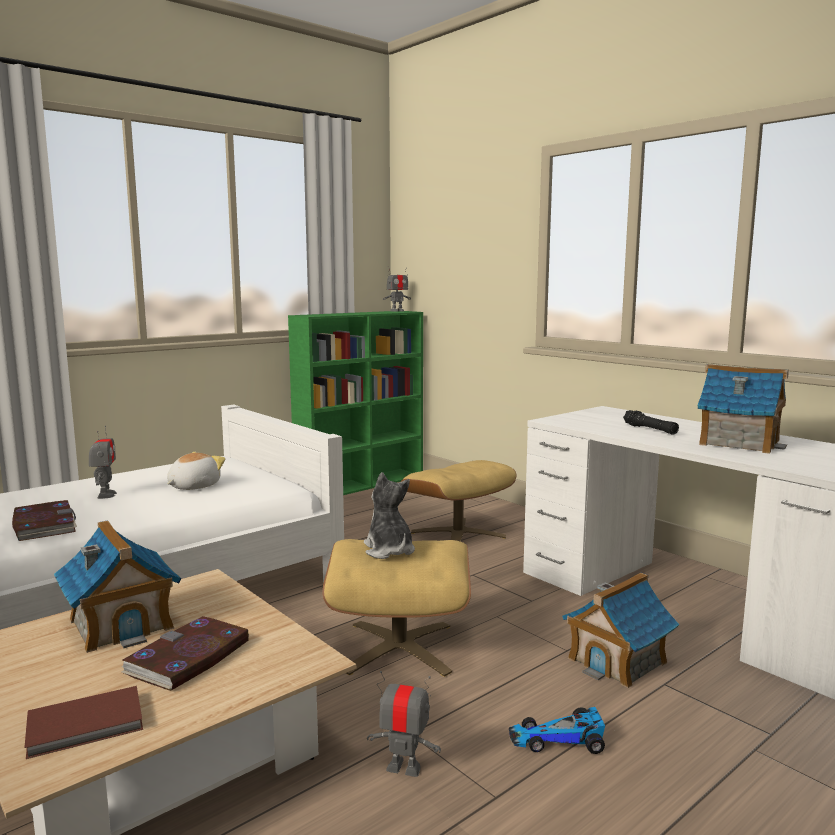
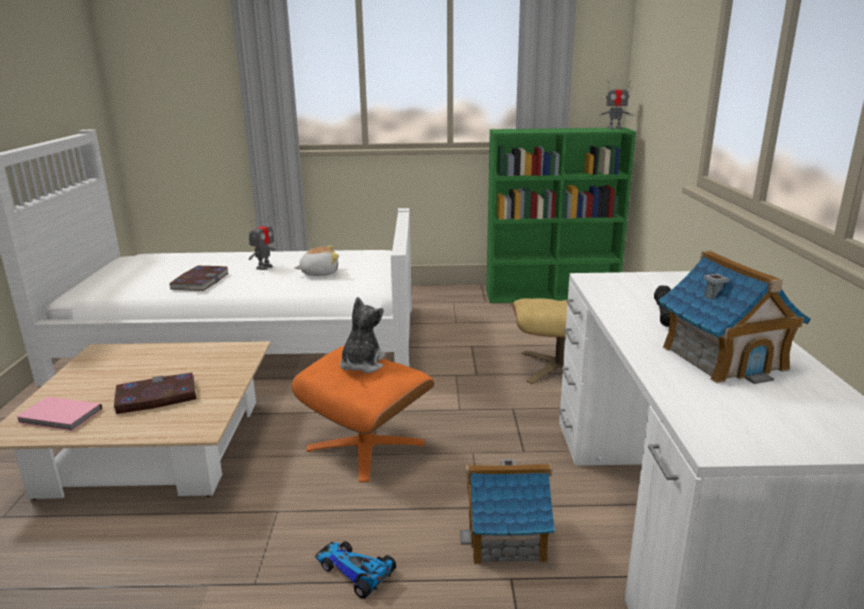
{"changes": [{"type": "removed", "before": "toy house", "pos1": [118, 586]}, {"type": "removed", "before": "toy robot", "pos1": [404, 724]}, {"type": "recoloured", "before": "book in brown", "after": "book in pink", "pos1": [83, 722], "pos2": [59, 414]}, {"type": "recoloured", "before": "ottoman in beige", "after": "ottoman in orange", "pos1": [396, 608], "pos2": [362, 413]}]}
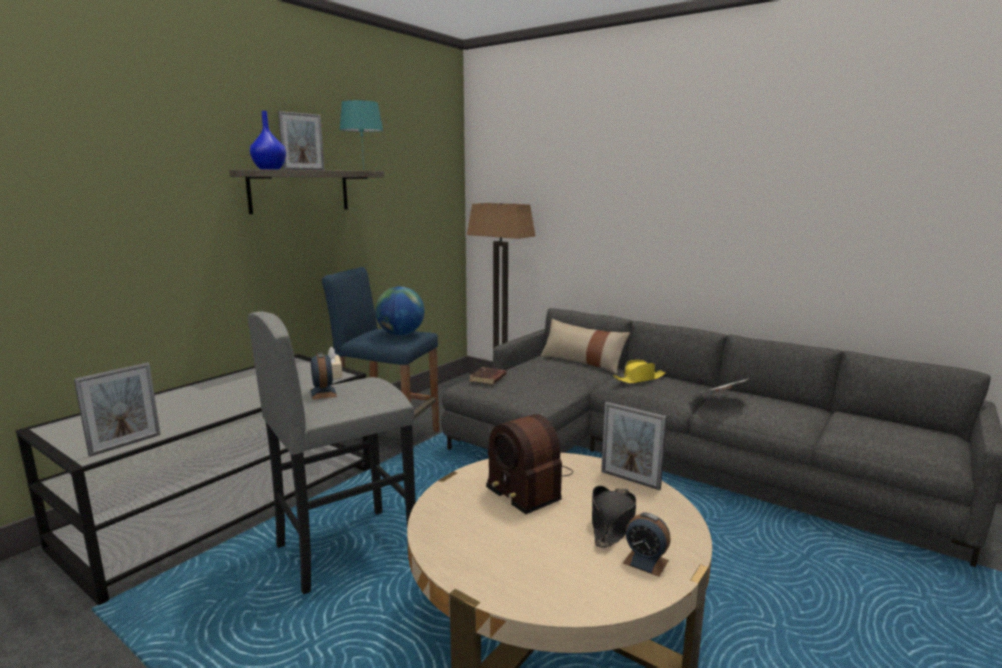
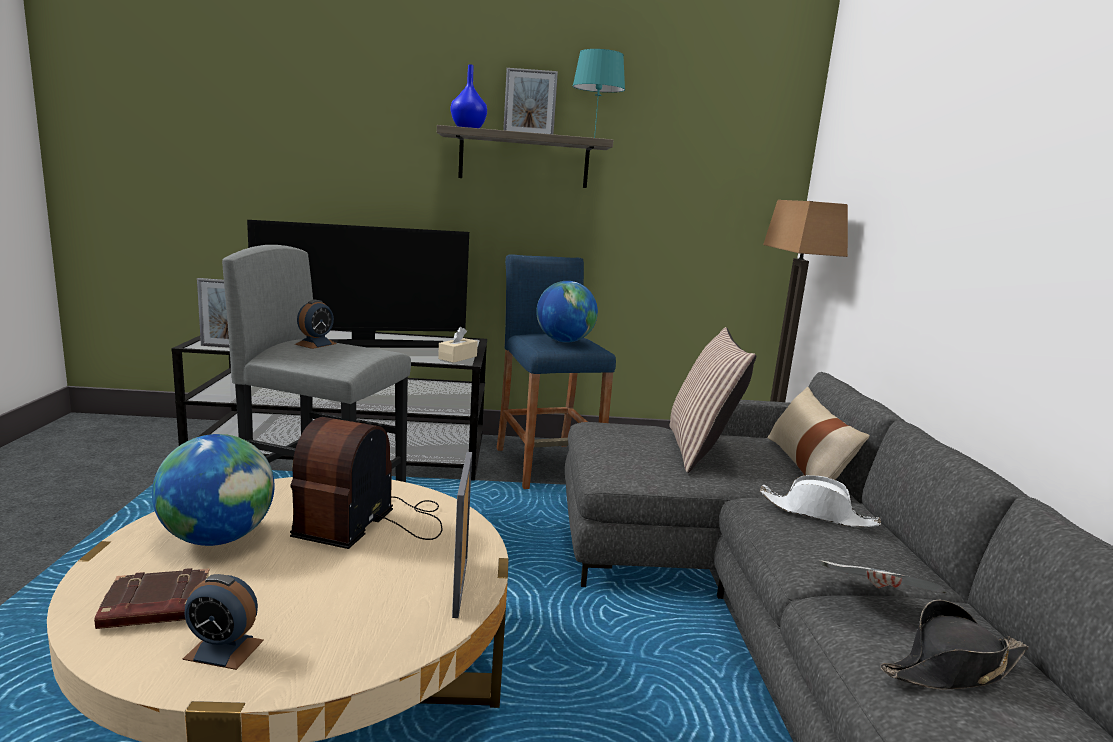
{"changes": [{"type": "added", "after": "globe", "pos2": [213, 490]}, {"type": "added", "after": "television", "pos2": [358, 284]}, {"type": "added", "after": "pillow", "pos2": [712, 400]}, {"type": "moved", "before": "book in brown", "pos1": [487, 376], "pos2": [152, 598]}, {"type": "moved", "before": "hat in black", "pos1": [614, 517], "pos2": [954, 644]}, {"type": "recoloured", "before": "hat in yellow", "after": "hat in white", "pos1": [639, 372], "pos2": [820, 501]}, {"type": "turned", "before": "alarm clock", "pos1": [647, 544], "pos2": [223, 622], "turn": -75}]}
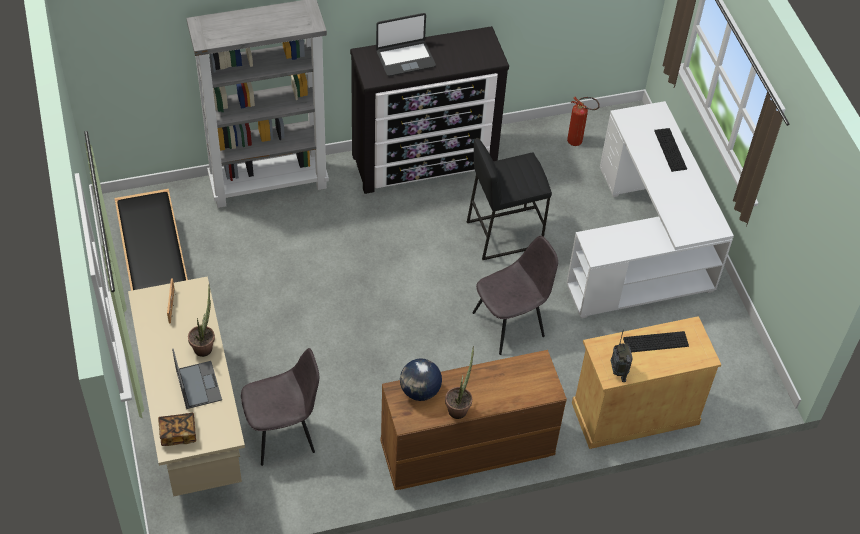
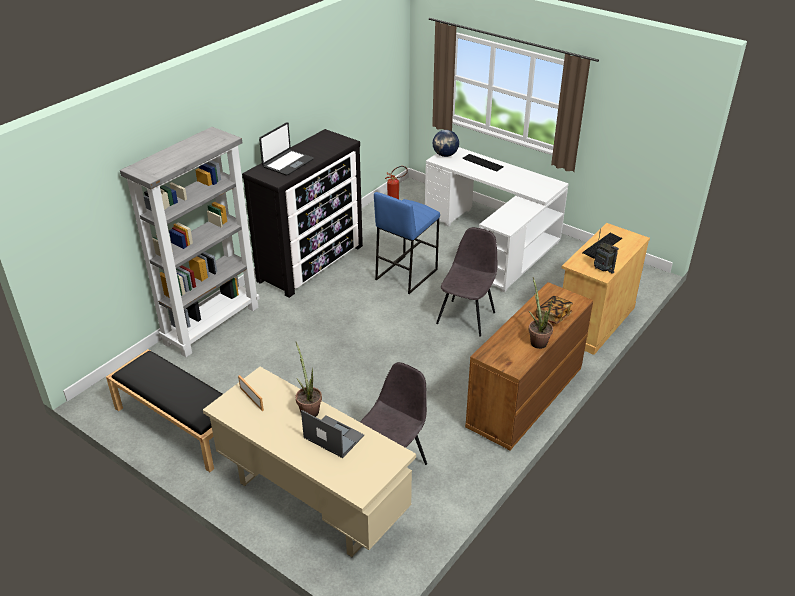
{"changes": [{"type": "moved", "before": "book", "pos1": [177, 429], "pos2": [554, 310]}, {"type": "moved", "before": "globe", "pos1": [421, 380], "pos2": [446, 143]}, {"type": "recoloured", "before": "stool in black", "after": "stool in blue", "pos1": [509, 199], "pos2": [407, 243]}]}
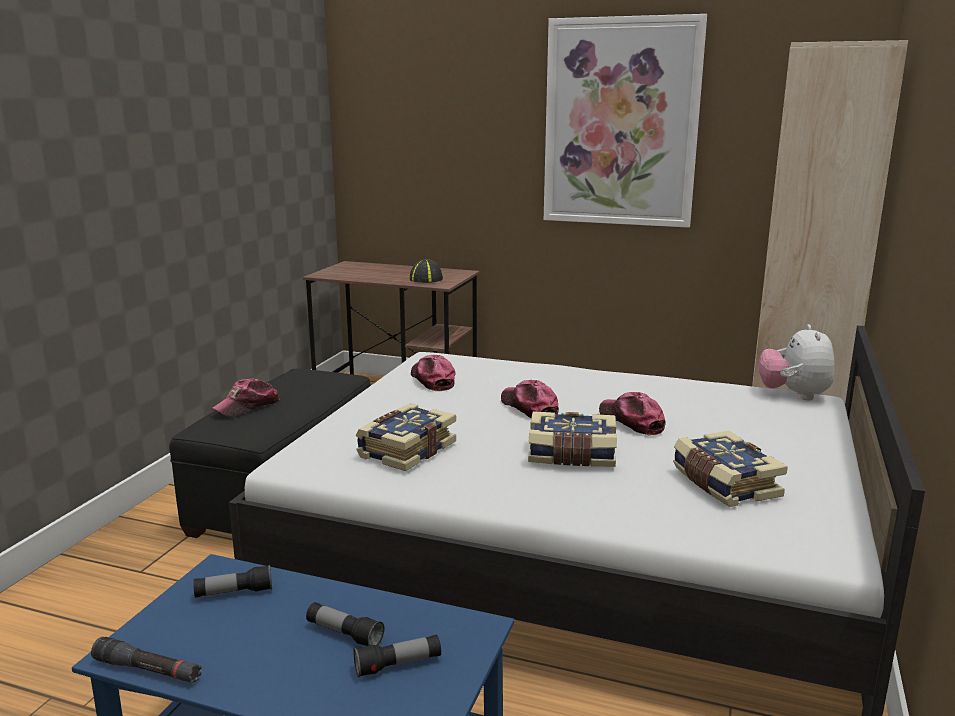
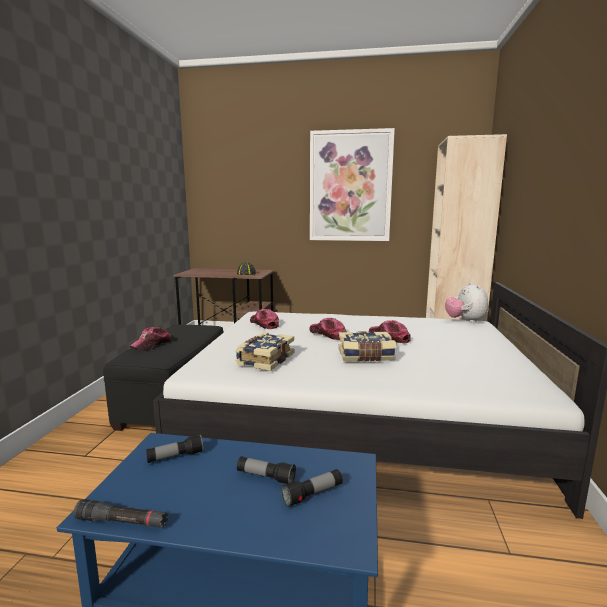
{"changes": [{"type": "removed", "before": "book", "pos1": [730, 469]}]}
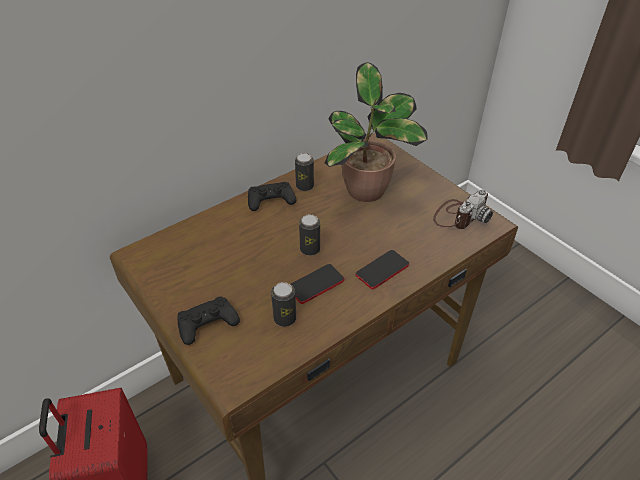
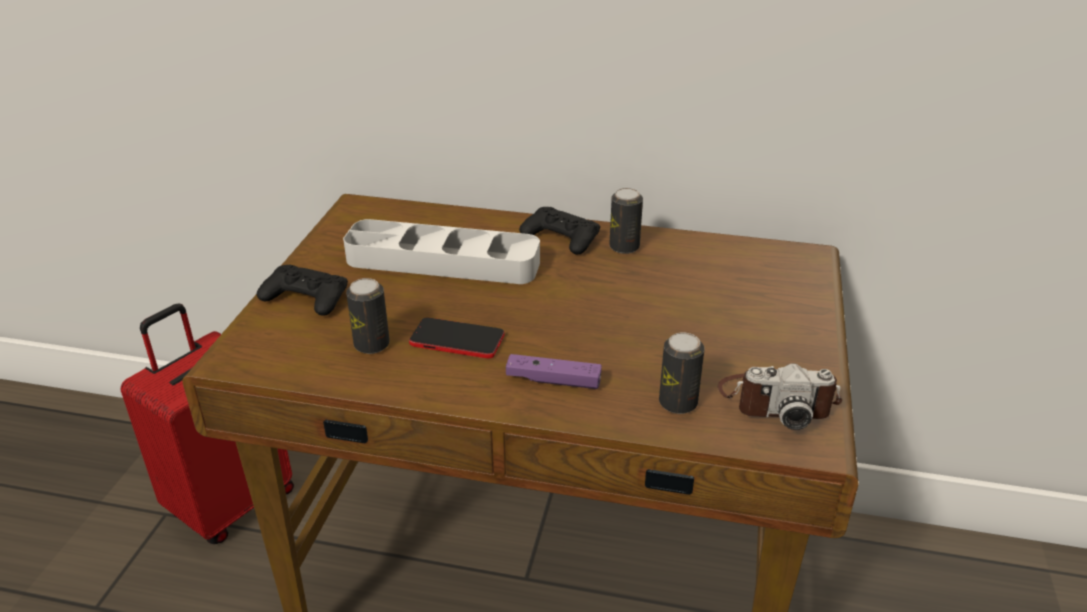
{"changes": [{"type": "removed", "before": "potted plant", "pos1": [376, 132]}, {"type": "added", "after": "tray in grey", "pos2": [441, 251]}, {"type": "moved", "before": "can", "pos1": [309, 235], "pos2": [682, 373]}, {"type": "replaced", "before": "phone", "after": "game controller in purple", "pos1": [382, 269], "pos2": [554, 371]}]}
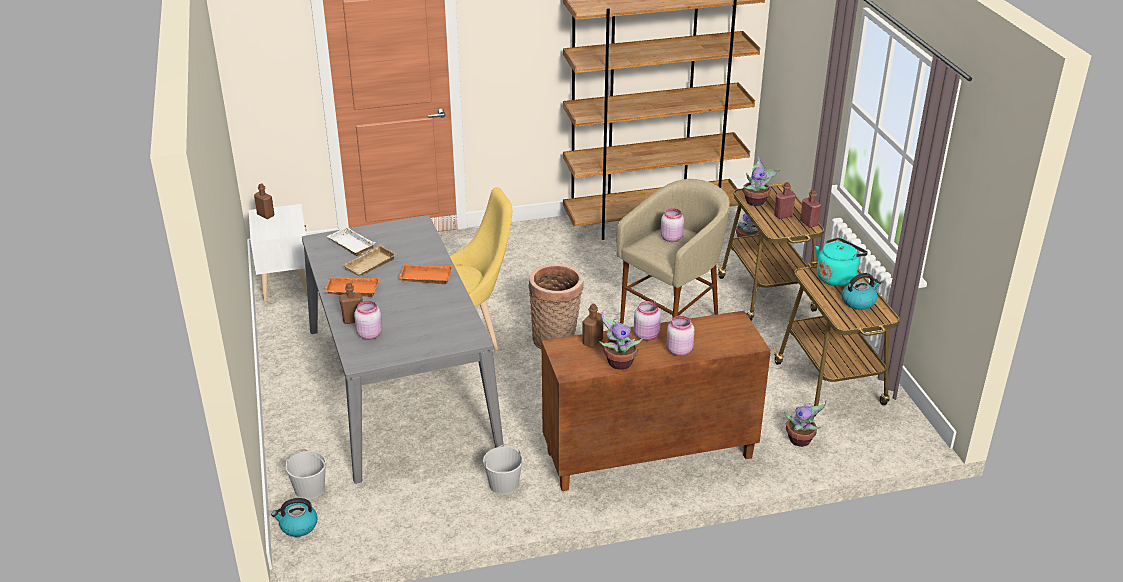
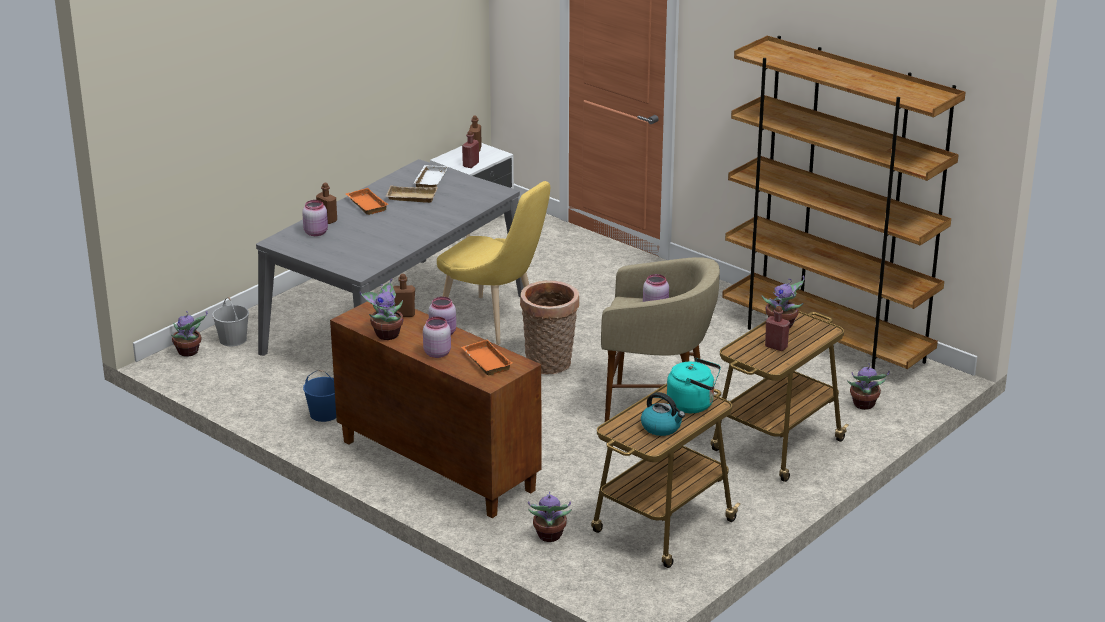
{"changes": [{"type": "moved", "before": "tray in orange", "pos1": [426, 274], "pos2": [487, 357]}, {"type": "moved", "before": "bottle in red", "pos1": [810, 208], "pos2": [470, 149]}, {"type": "replaced", "before": "kettle", "after": "potted plant", "pos1": [294, 517], "pos2": [189, 334]}, {"type": "recoloured", "before": "bucket in white", "after": "bucket in blue", "pos1": [503, 469], "pos2": [319, 396]}]}
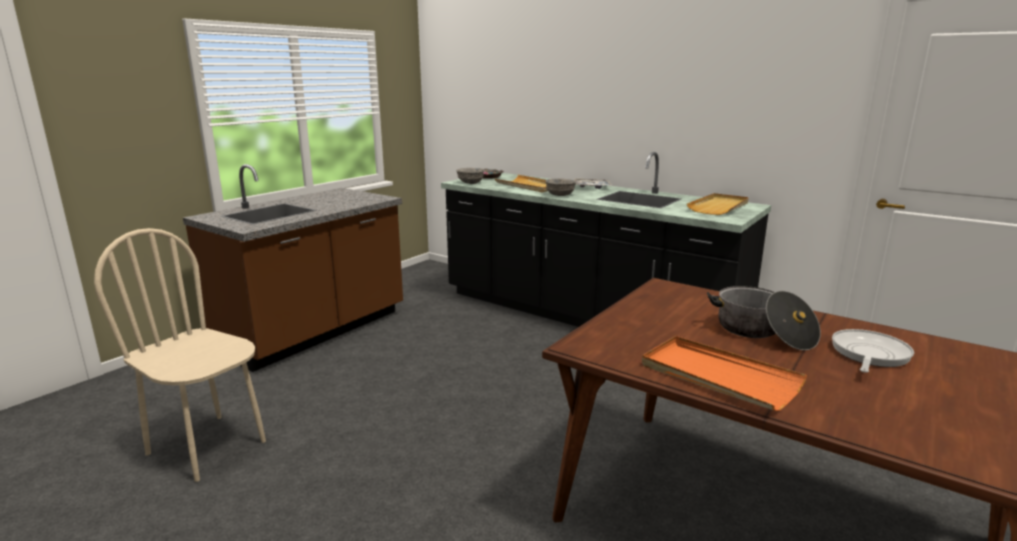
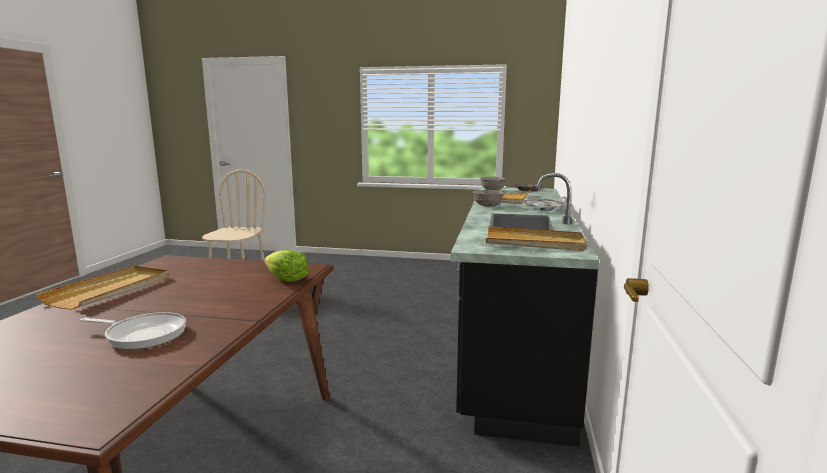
{"changes": [{"type": "removed", "before": "counter in brown", "pos1": [293, 268]}, {"type": "removed", "before": "cooking pot", "pos1": [764, 318]}, {"type": "added", "after": "lettuce", "pos2": [286, 266]}, {"type": "recoloured", "before": "tray in orange", "after": "tray in beige", "pos1": [724, 373], "pos2": [102, 288]}]}
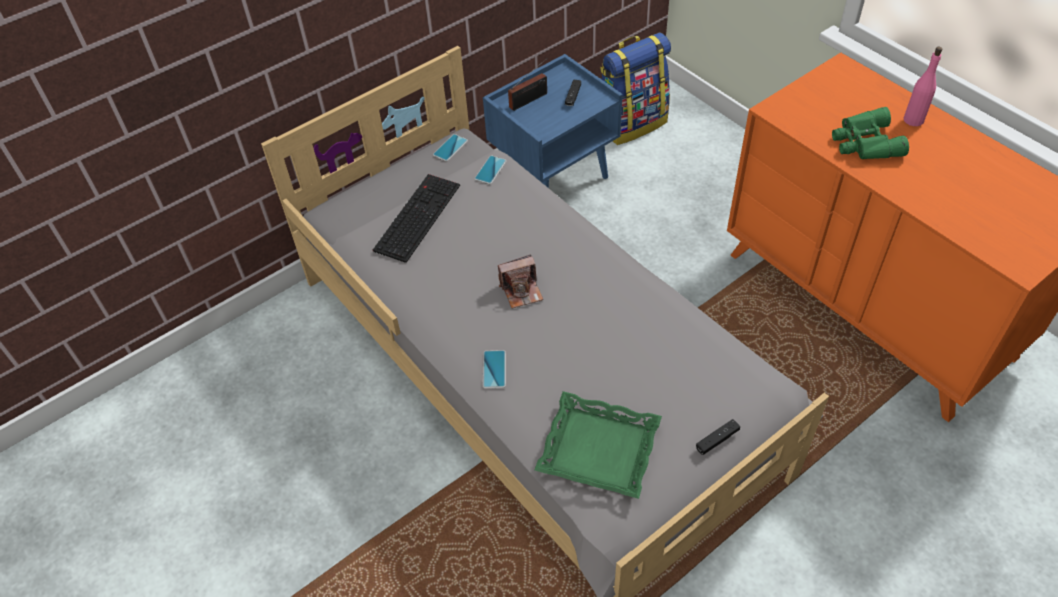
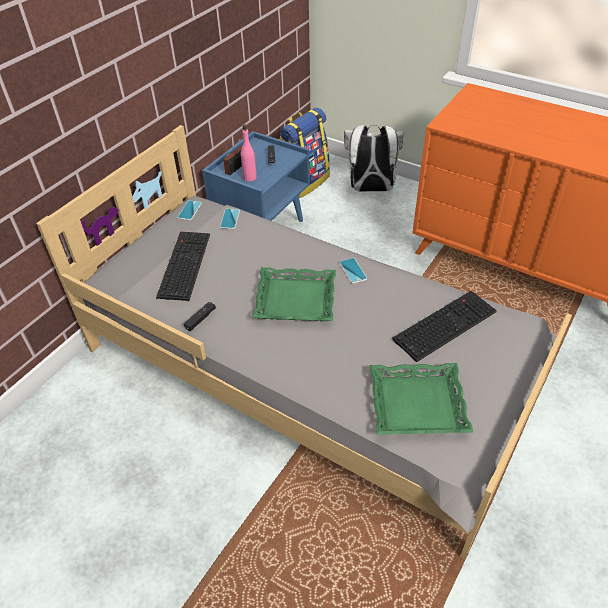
{"changes": [{"type": "removed", "before": "binoculars in green", "pos1": [870, 133]}, {"type": "added", "after": "backpack in white", "pos2": [374, 158]}, {"type": "added", "after": "keyboard", "pos2": [444, 326]}, {"type": "moved", "before": "phone", "pos1": [494, 369], "pos2": [353, 271]}, {"type": "moved", "before": "game controller in black", "pos1": [718, 437], "pos2": [200, 316]}, {"type": "moved", "before": "bottle in pink", "pos1": [923, 86], "pos2": [249, 152]}, {"type": "replaced", "before": "photo camera", "after": "tray in green", "pos1": [520, 281], "pos2": [294, 294]}]}
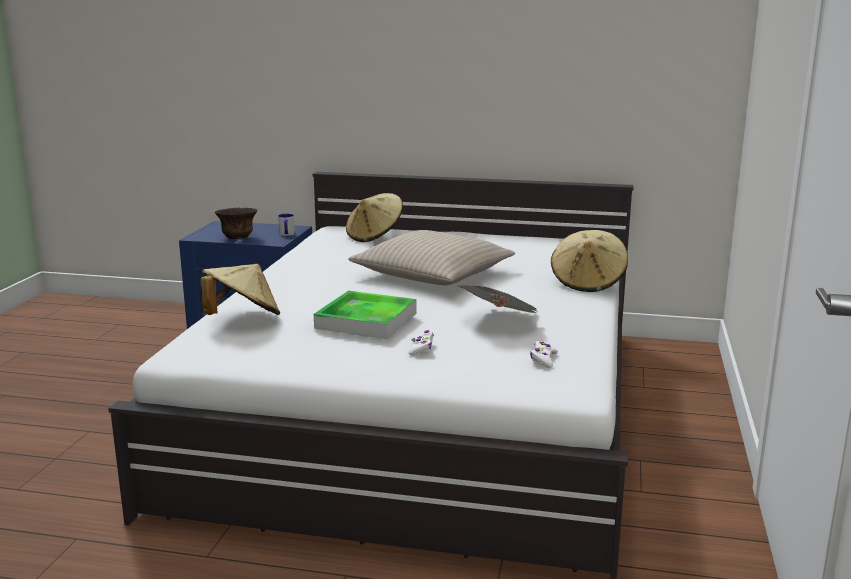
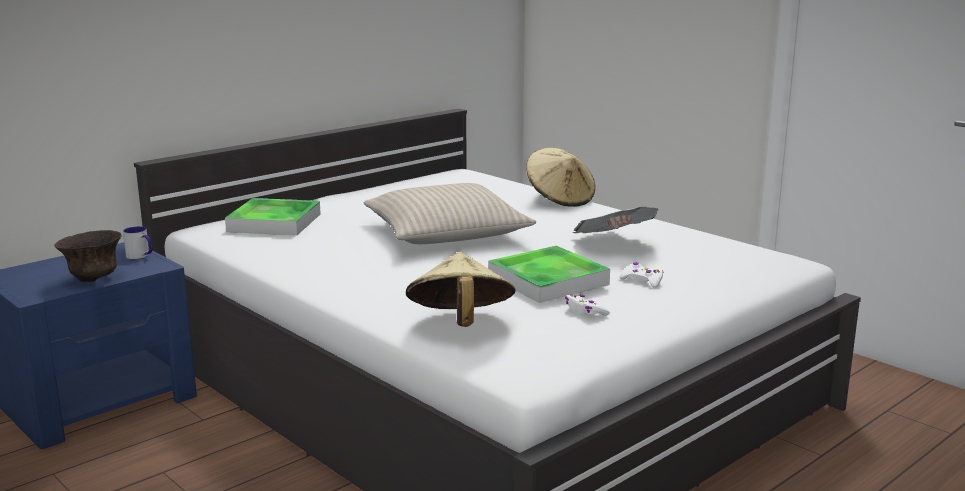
{"changes": [{"type": "moved", "before": "game controller in white", "pos1": [544, 354], "pos2": [587, 305]}, {"type": "replaced", "before": "hat in beige", "after": "tray", "pos1": [374, 217], "pos2": [273, 217]}]}
